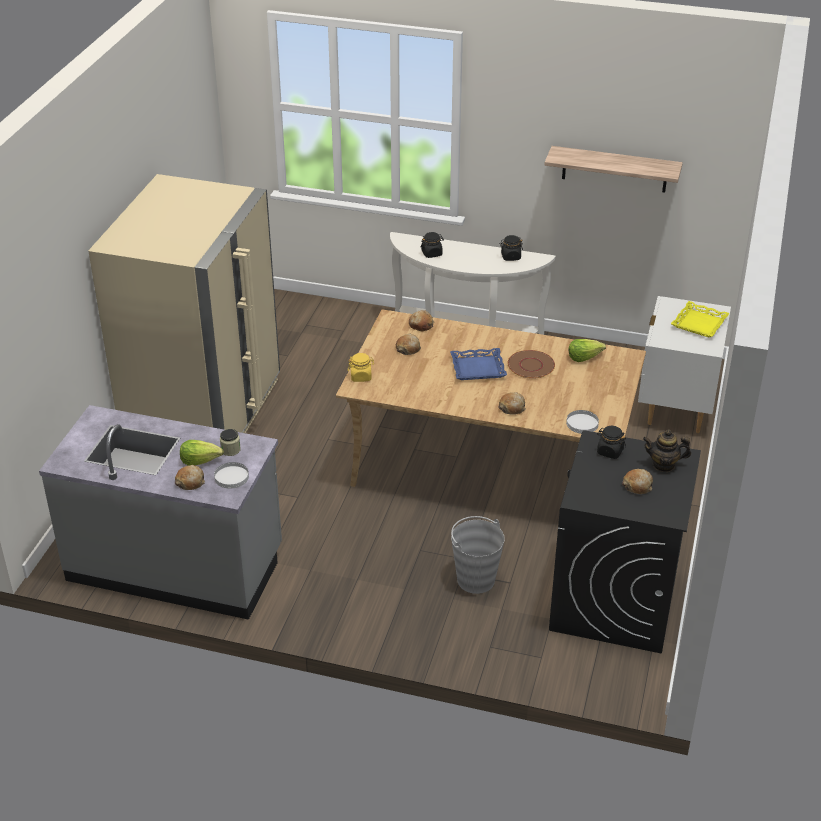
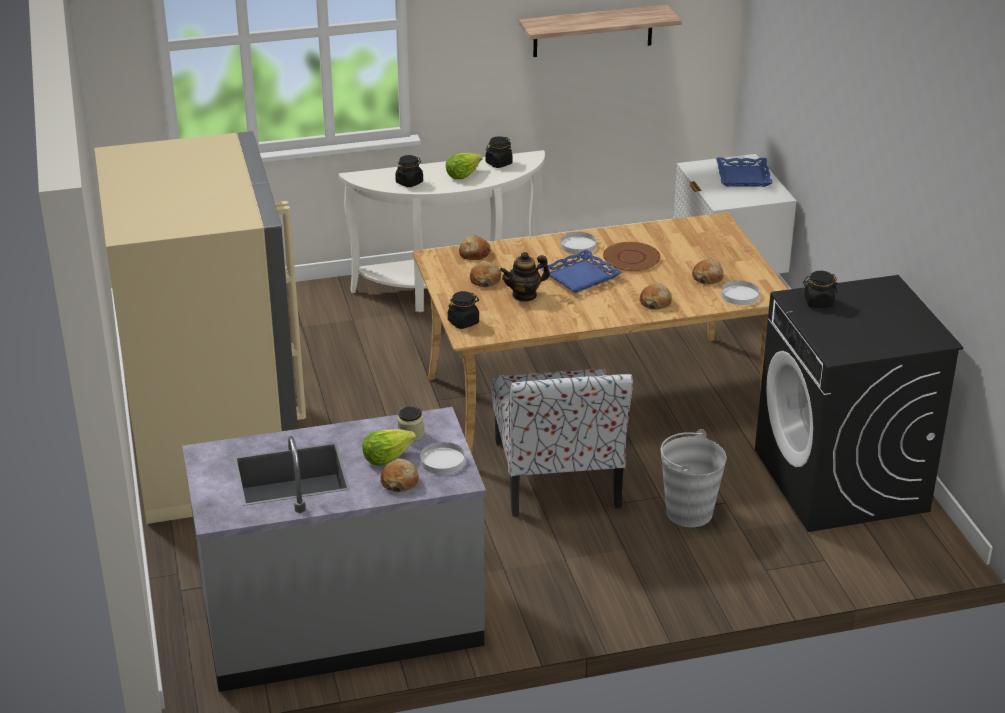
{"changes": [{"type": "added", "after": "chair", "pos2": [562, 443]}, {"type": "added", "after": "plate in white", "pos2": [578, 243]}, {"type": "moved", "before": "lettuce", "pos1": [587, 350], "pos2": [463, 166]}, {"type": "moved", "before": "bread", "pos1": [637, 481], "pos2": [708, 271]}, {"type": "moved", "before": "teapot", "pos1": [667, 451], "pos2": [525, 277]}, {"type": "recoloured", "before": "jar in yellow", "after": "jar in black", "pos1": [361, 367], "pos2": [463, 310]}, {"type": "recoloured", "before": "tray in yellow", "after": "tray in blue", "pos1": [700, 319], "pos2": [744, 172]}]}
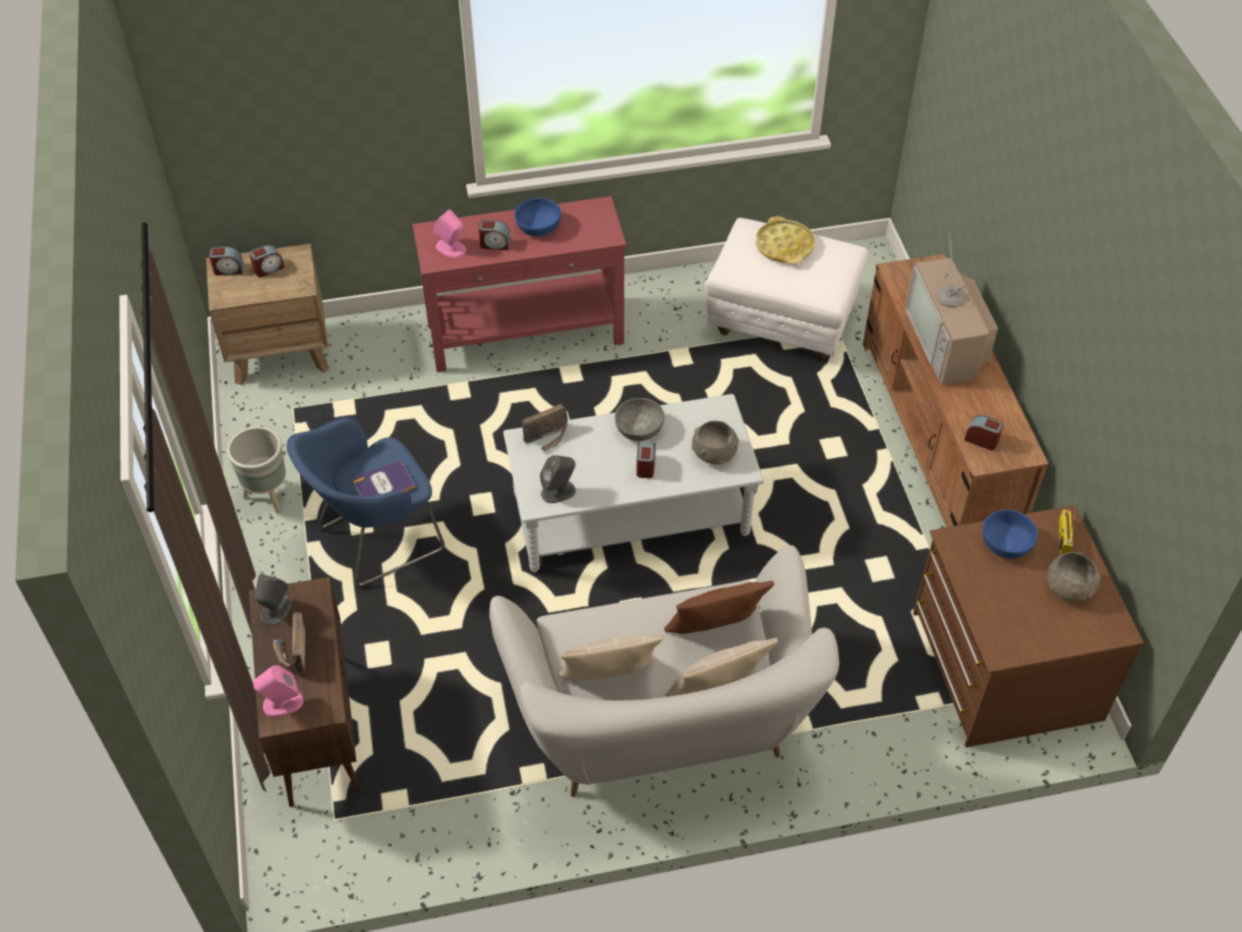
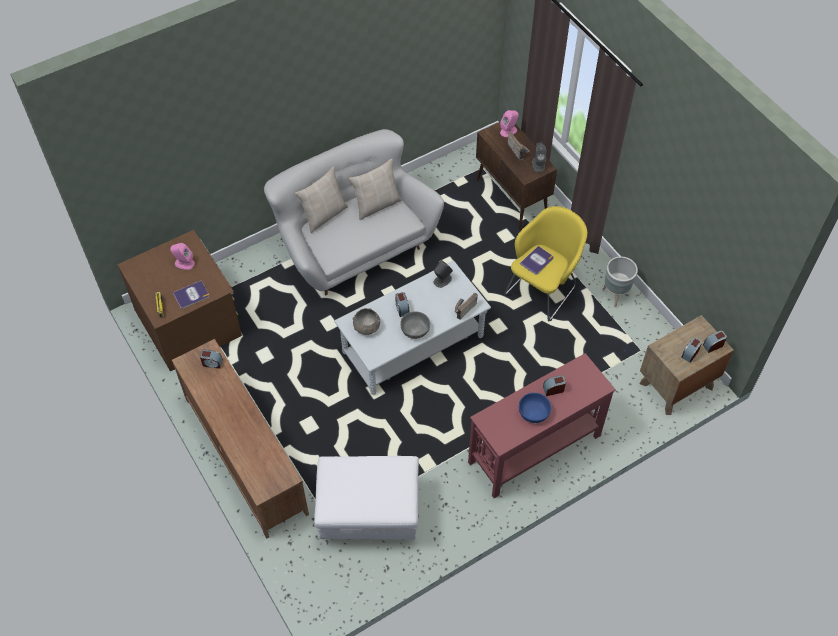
{"changes": [{"type": "removed", "before": "pillow in brown", "pos1": [719, 607]}, {"type": "removed", "before": "tray in yellow", "pos1": [785, 240]}, {"type": "removed", "before": "television", "pos1": [951, 308]}, {"type": "removed", "before": "bowl in grey", "pos1": [1074, 577]}, {"type": "moved", "before": "speaker in pink", "pos1": [449, 233], "pos2": [182, 256]}, {"type": "replaced", "before": "bowl in blue", "after": "book", "pos1": [1010, 534], "pos2": [191, 295]}, {"type": "recoloured", "before": "armchair in blue", "after": "armchair in yellow", "pos1": [366, 501], "pos2": [545, 263]}]}
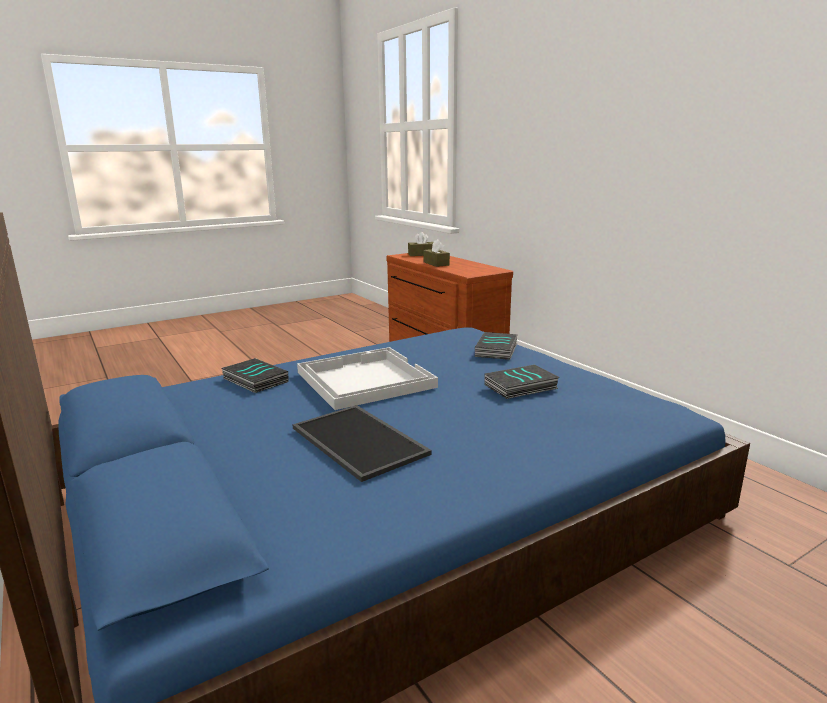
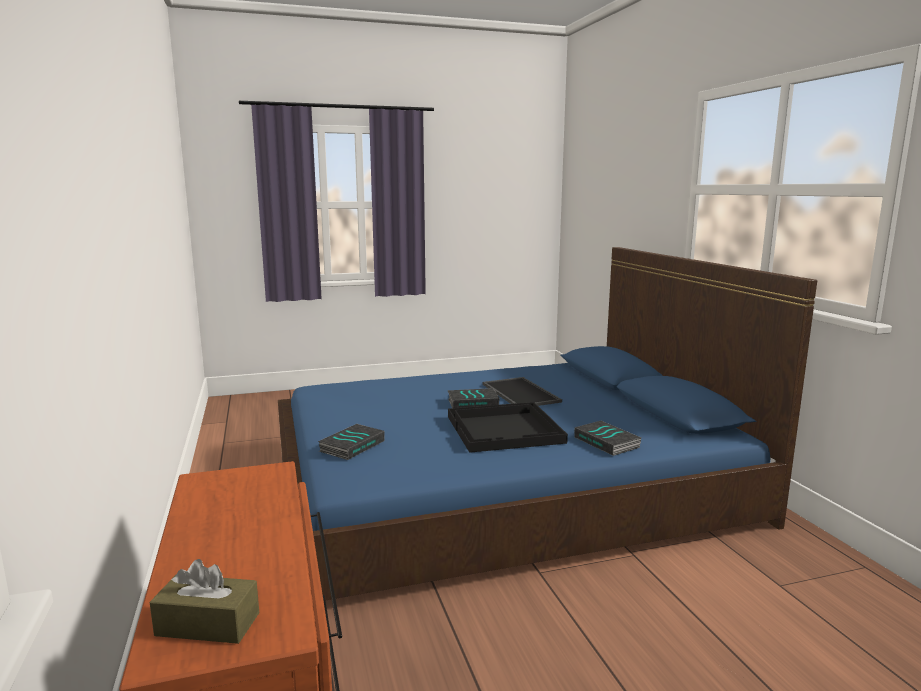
{"changes": [{"type": "removed", "before": "tissue box in brown", "pos1": [436, 253]}, {"type": "moved", "before": "book", "pos1": [522, 382], "pos2": [473, 398]}, {"type": "recoloured", "before": "tray in white", "after": "tray in black", "pos1": [367, 378], "pos2": [508, 427]}]}
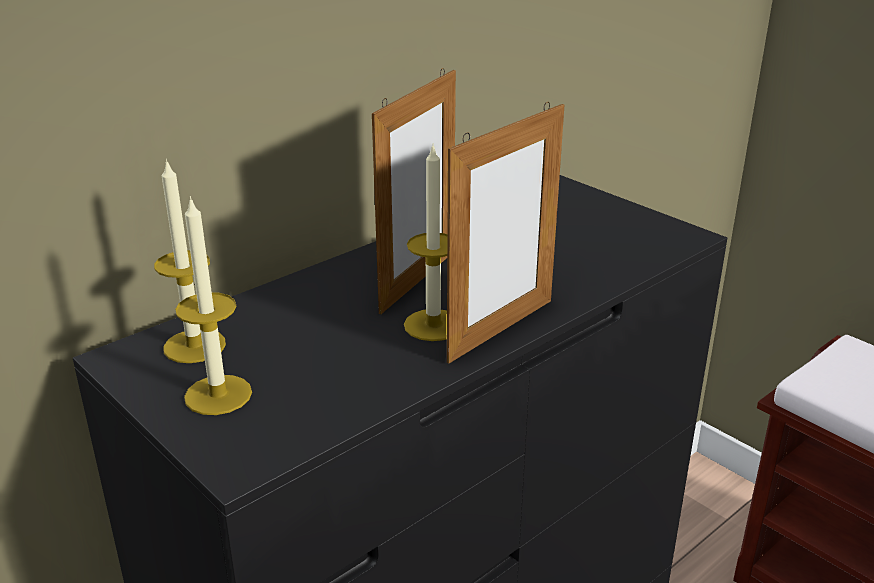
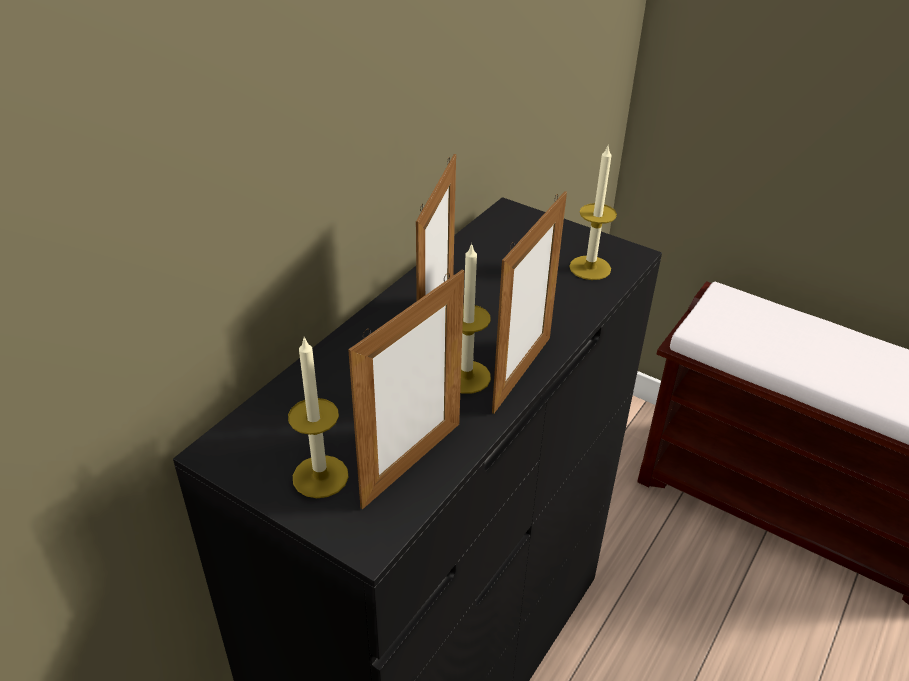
{"changes": [{"type": "added", "after": "picture frame", "pos2": [406, 389]}, {"type": "moved", "before": "candle", "pos1": [190, 261], "pos2": [593, 213]}]}
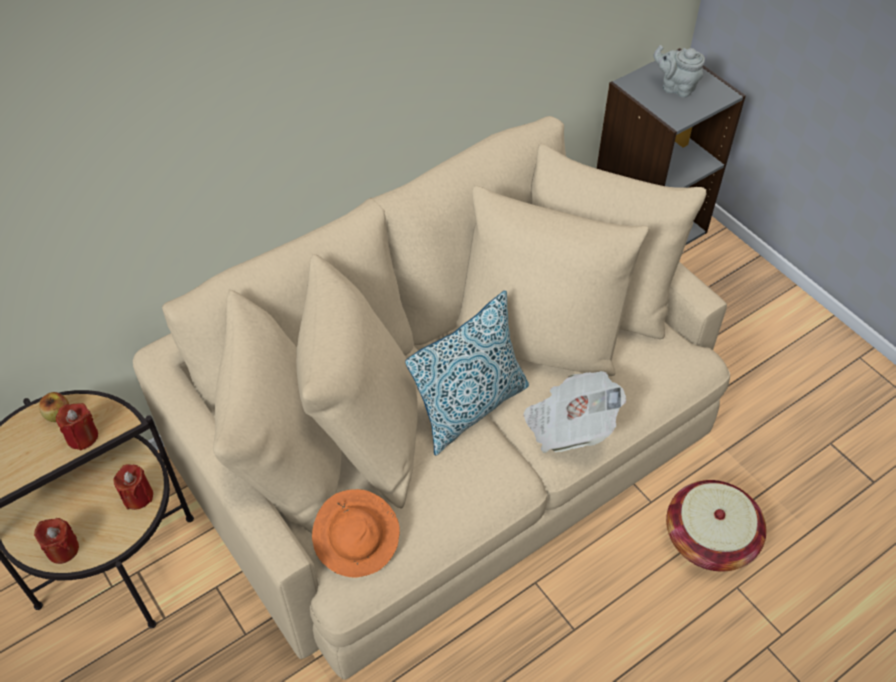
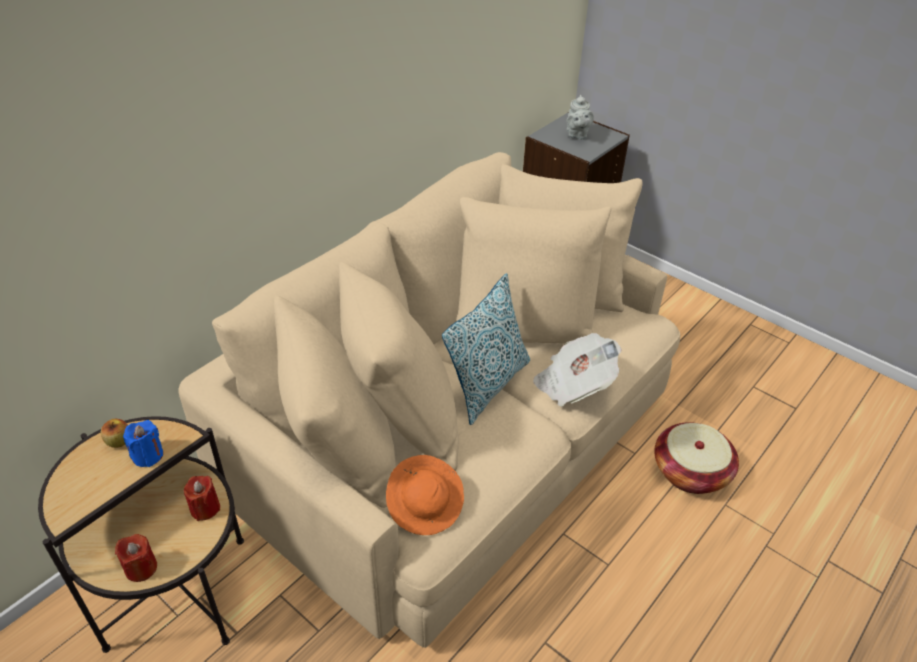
{"changes": [{"type": "recoloured", "before": "candle in red", "after": "candle in blue", "pos1": [77, 427], "pos2": [143, 443]}, {"type": "turned", "before": "teapot in grey", "pos1": [679, 71], "pos2": [580, 117], "turn": -105}]}
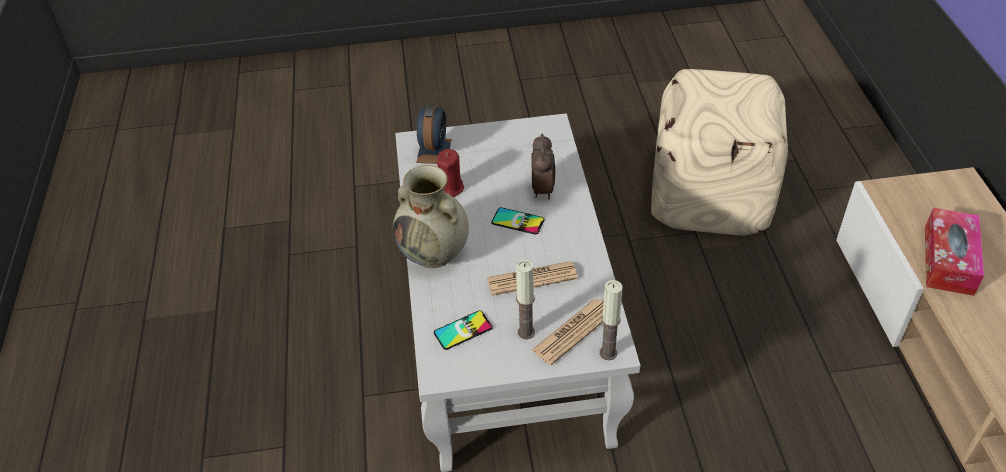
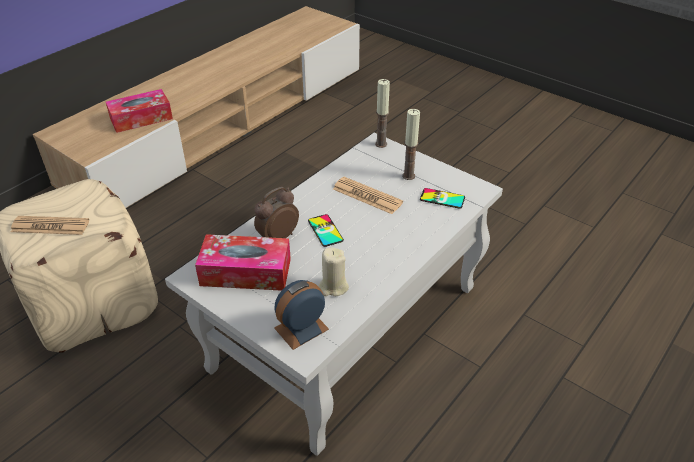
{"changes": [{"type": "removed", "before": "vase in beige", "pos1": [431, 216]}, {"type": "added", "after": "tissue box", "pos2": [243, 262]}, {"type": "moved", "before": "newspaper", "pos1": [567, 332], "pos2": [50, 225]}, {"type": "recoloured", "before": "candle in red", "after": "candle in beige", "pos1": [450, 173], "pos2": [334, 271]}]}
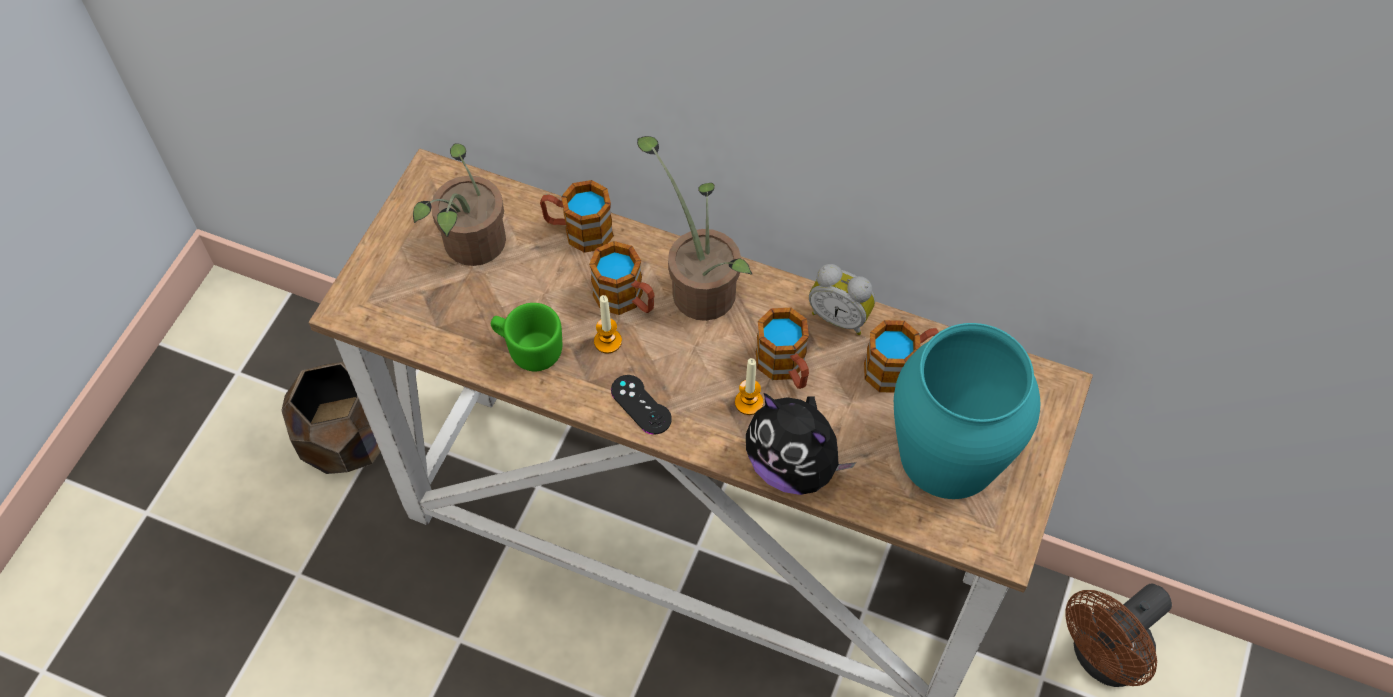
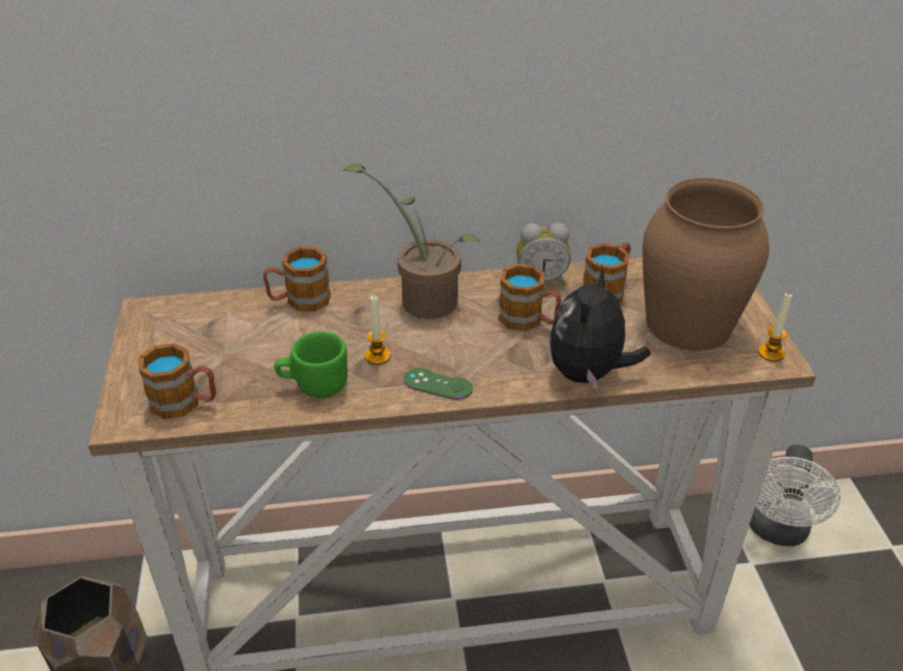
{"changes": [{"type": "removed", "before": "potted plant", "pos1": [459, 204]}, {"type": "moved", "before": "mug", "pos1": [622, 278], "pos2": [177, 381]}, {"type": "moved", "before": "candle", "pos1": [749, 386], "pos2": [775, 327]}, {"type": "recoloured", "before": "game controller in black", "after": "game controller in green", "pos1": [641, 405], "pos2": [438, 384]}, {"type": "recoloured", "before": "vase in turquoise", "after": "vase in brown", "pos1": [967, 411], "pos2": [706, 264]}, {"type": "recoloured", "before": "fan in brown", "after": "fan in white", "pos1": [1118, 635], "pos2": [795, 495]}, {"type": "turned", "before": "plush toy", "pos1": [801, 444], "pos2": [600, 327], "turn": 105}]}
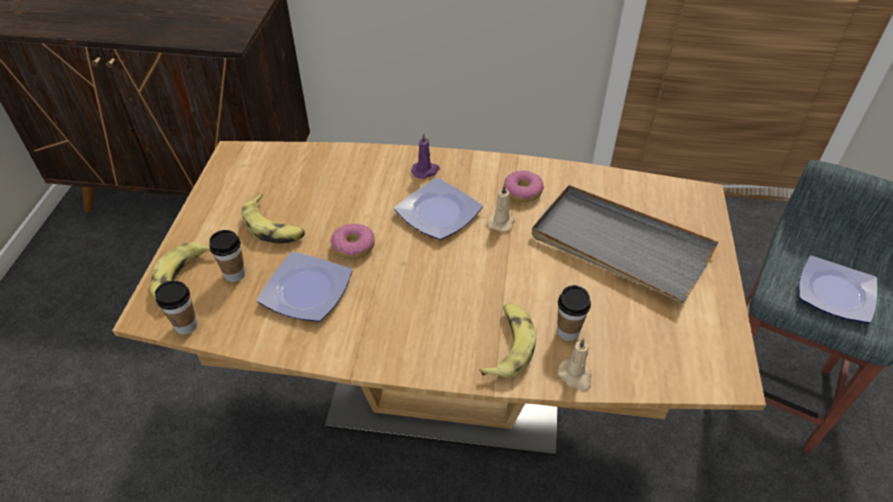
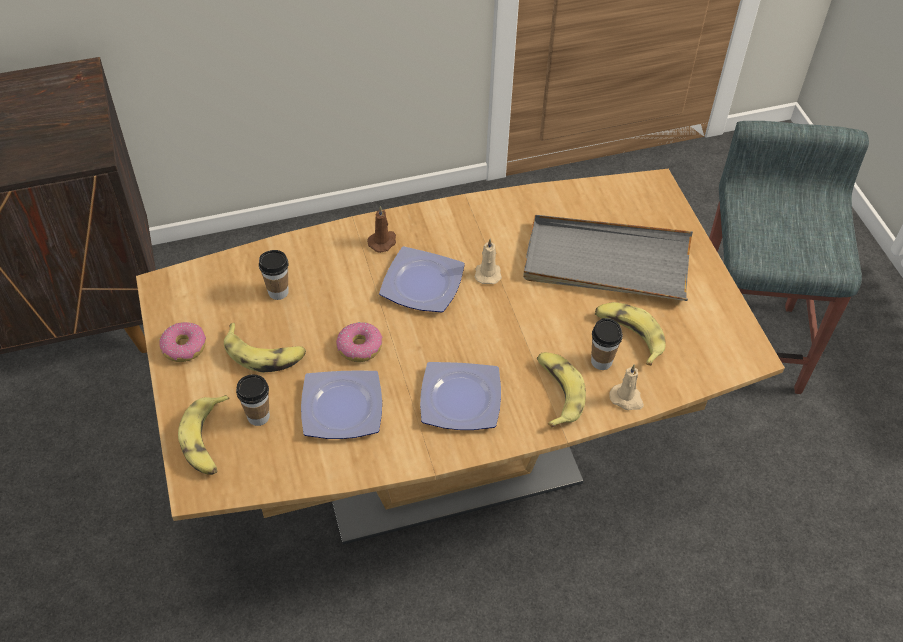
{"changes": [{"type": "added", "after": "banana", "pos2": [630, 334]}, {"type": "moved", "before": "cup", "pos1": [176, 308], "pos2": [274, 275]}, {"type": "moved", "before": "donut", "pos1": [524, 186], "pos2": [182, 342]}, {"type": "moved", "before": "plate", "pos1": [838, 289], "pos2": [460, 396]}, {"type": "recoloured", "before": "candle in purple", "after": "candle in brown", "pos1": [425, 156], "pos2": [381, 229]}]}
